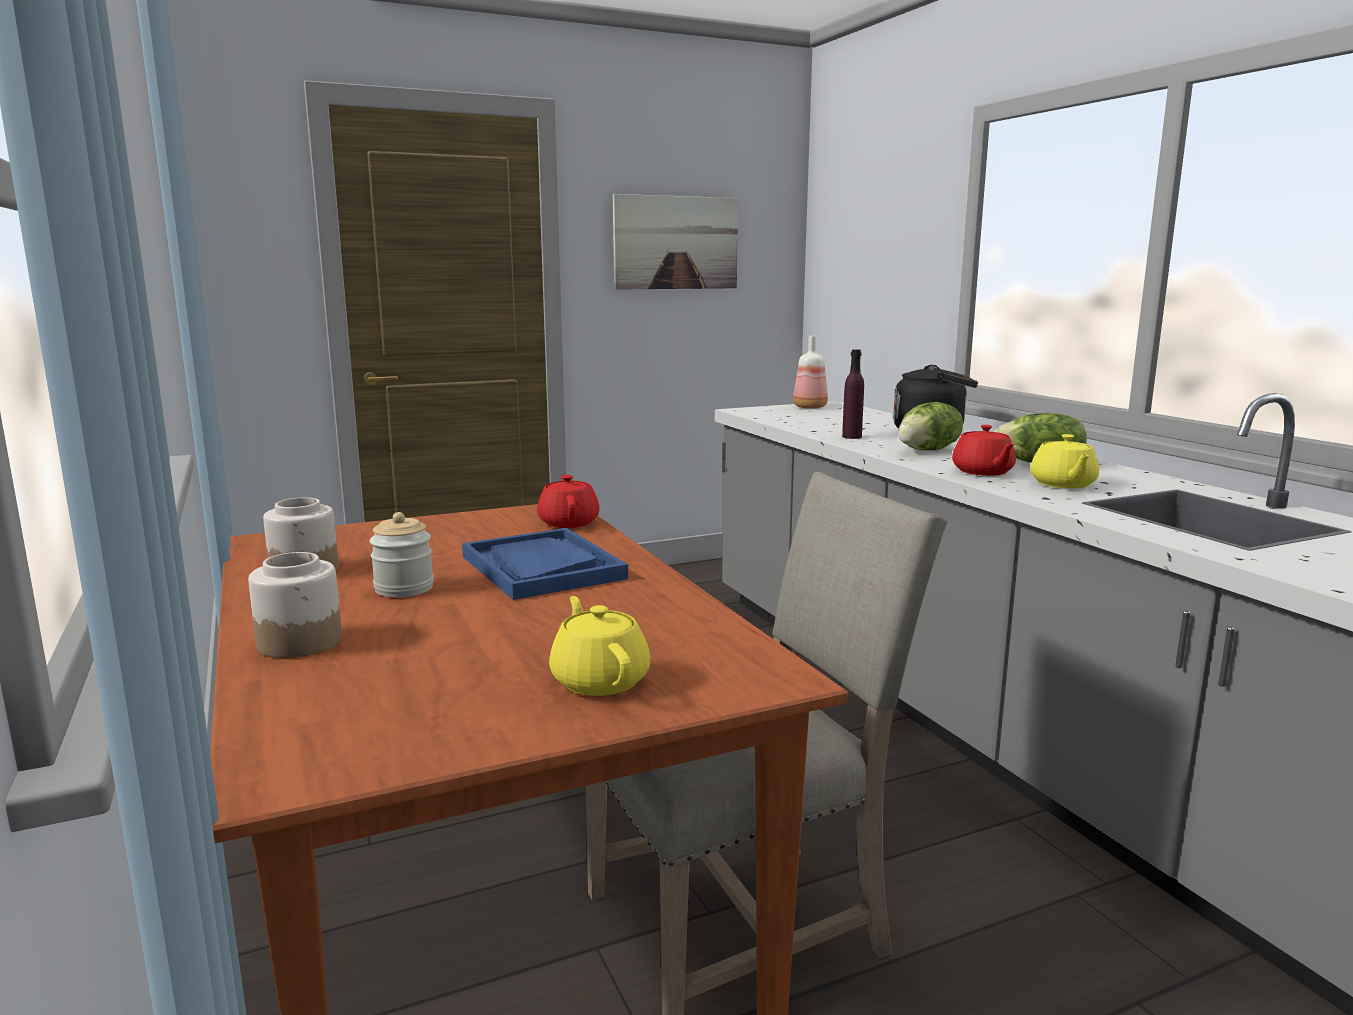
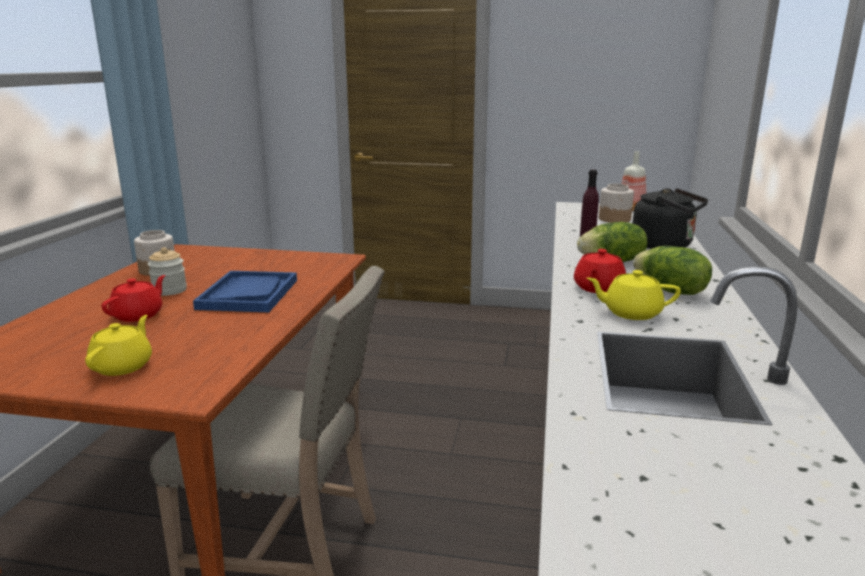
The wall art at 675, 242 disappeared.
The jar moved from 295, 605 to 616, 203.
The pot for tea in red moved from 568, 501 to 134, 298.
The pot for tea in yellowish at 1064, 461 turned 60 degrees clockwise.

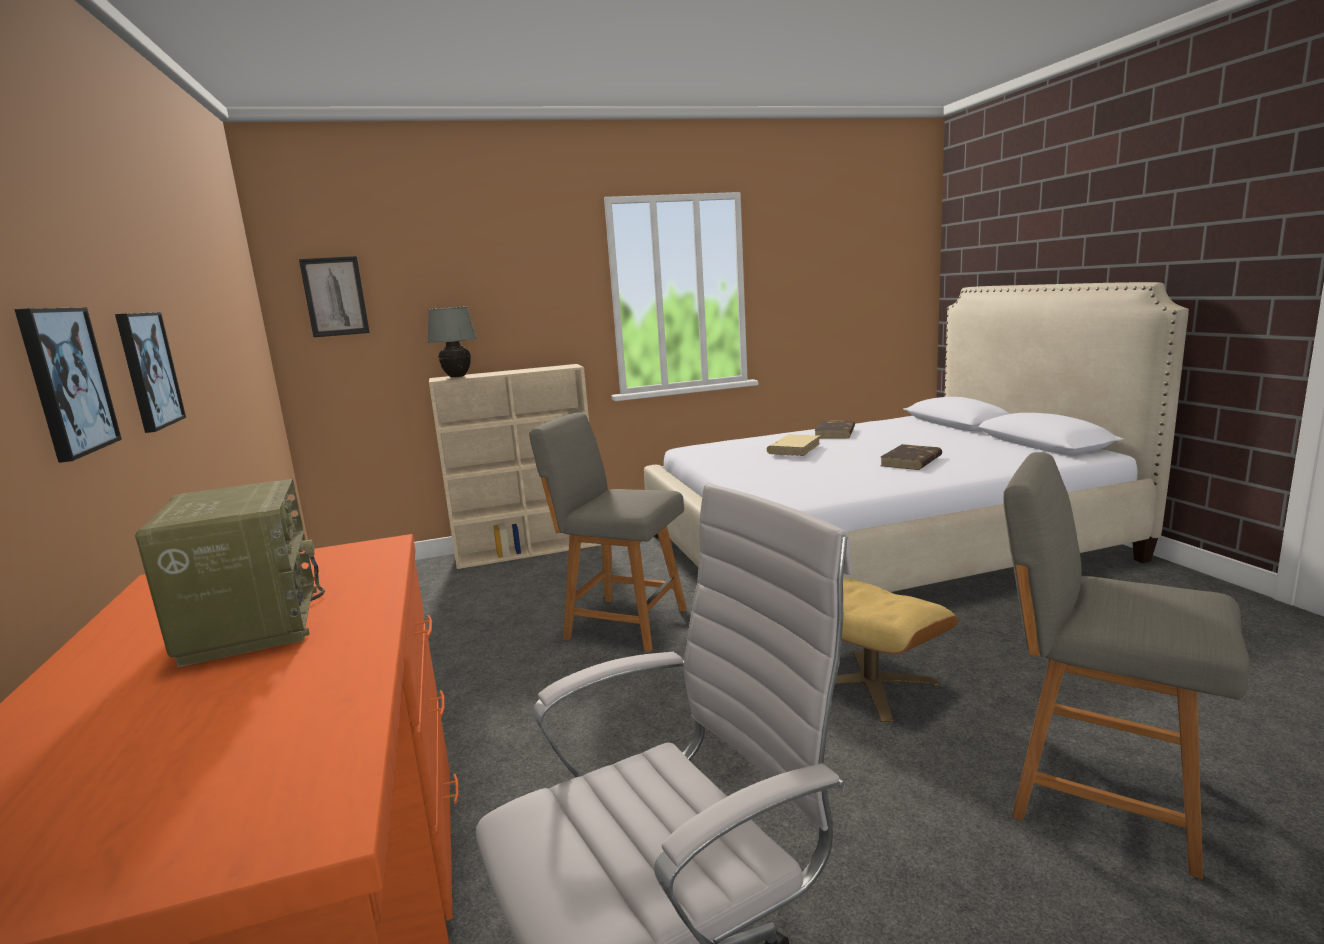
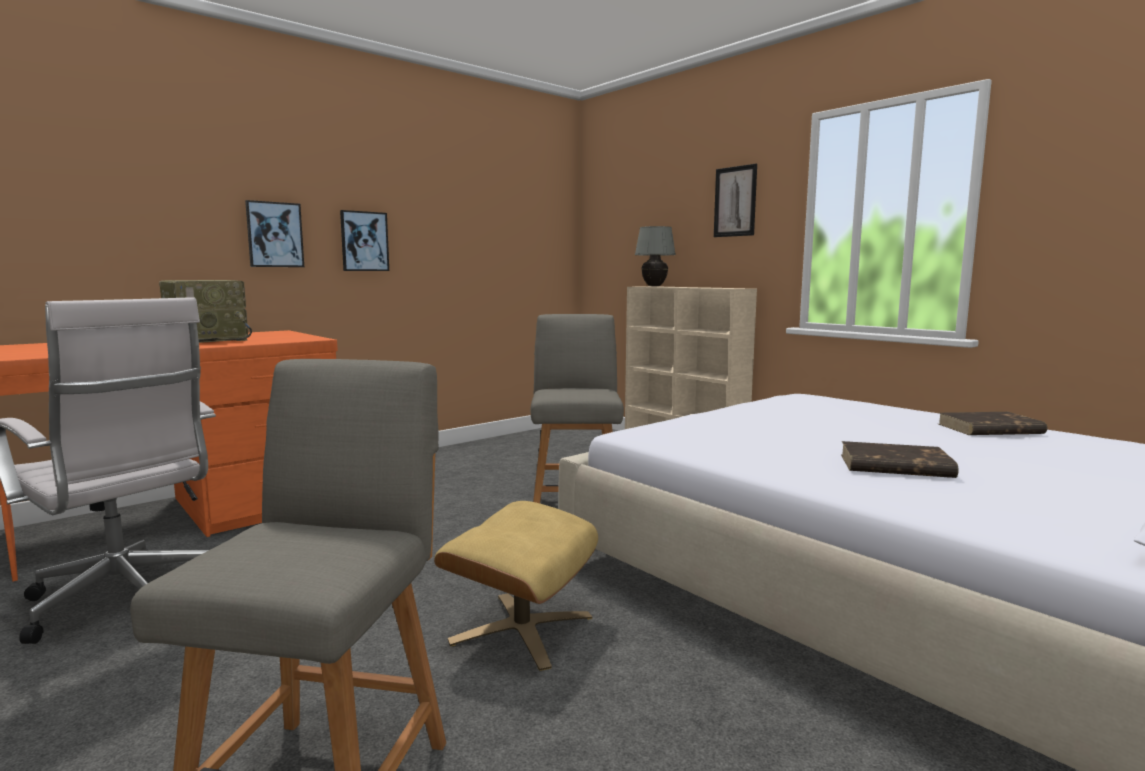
The volume in beige-coloured at 793, 445 disappeared.
The wall art moved from 334, 296 to 735, 200.

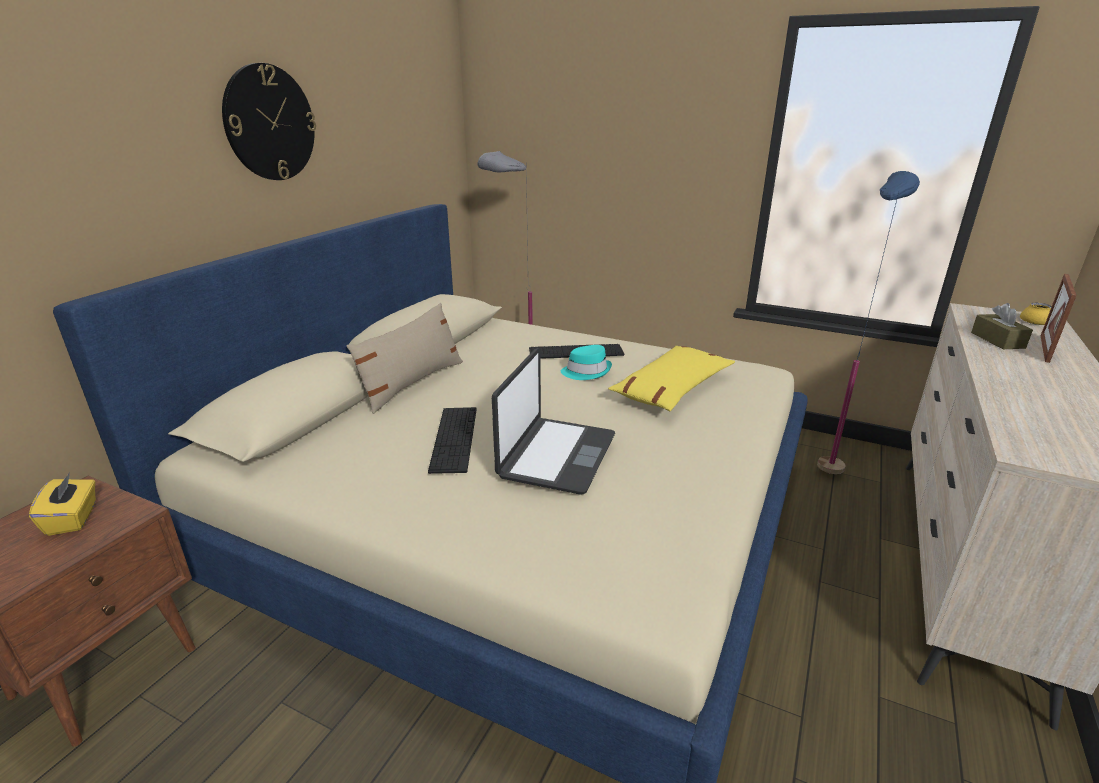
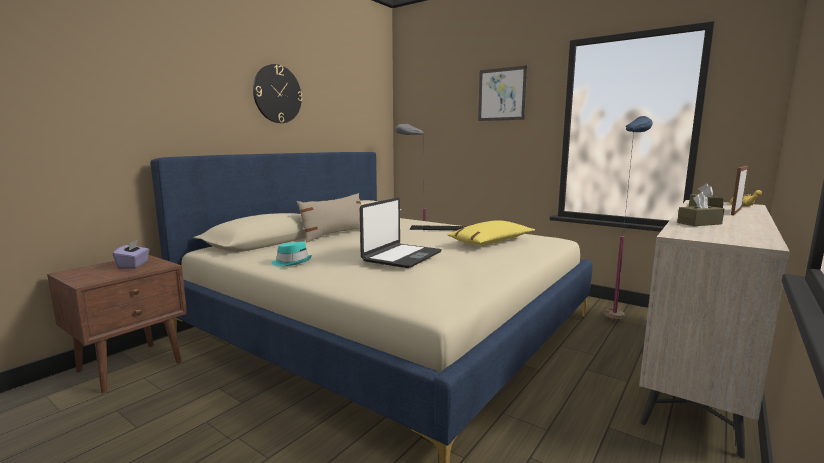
The keyboard at 452, 440 disappeared.
The wall art at 503, 93 appeared.
The box of tissues in brown at 700, 209 appeared.
The wearable hat in turquoise moved from 586, 362 to 292, 253.
The box of tissues in yellowish at 62, 504 became the box of tissues in purple at 131, 254.

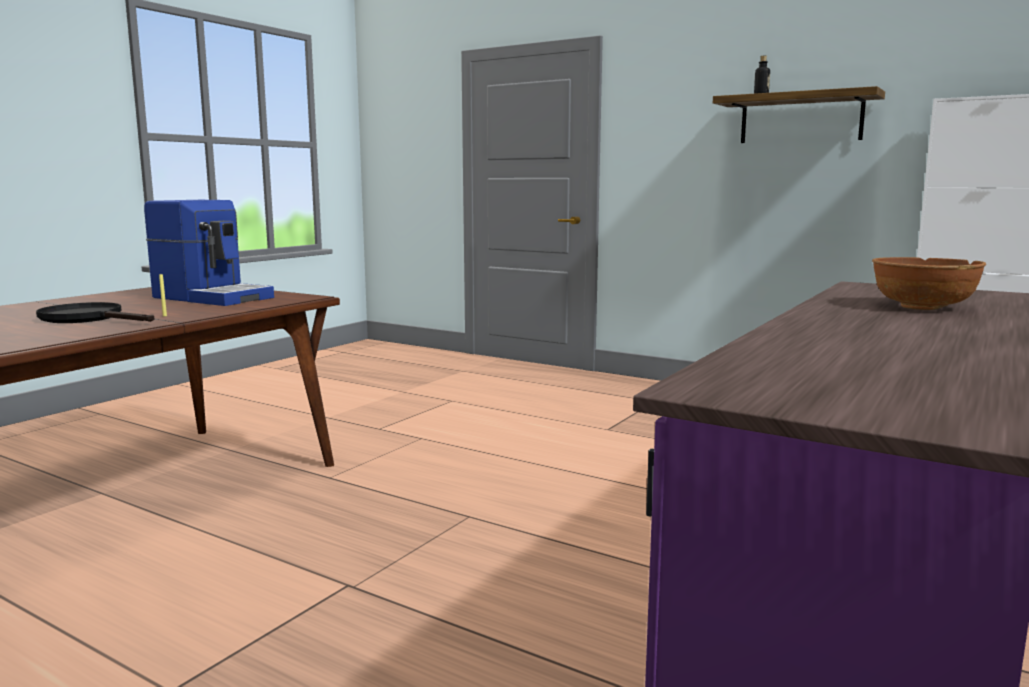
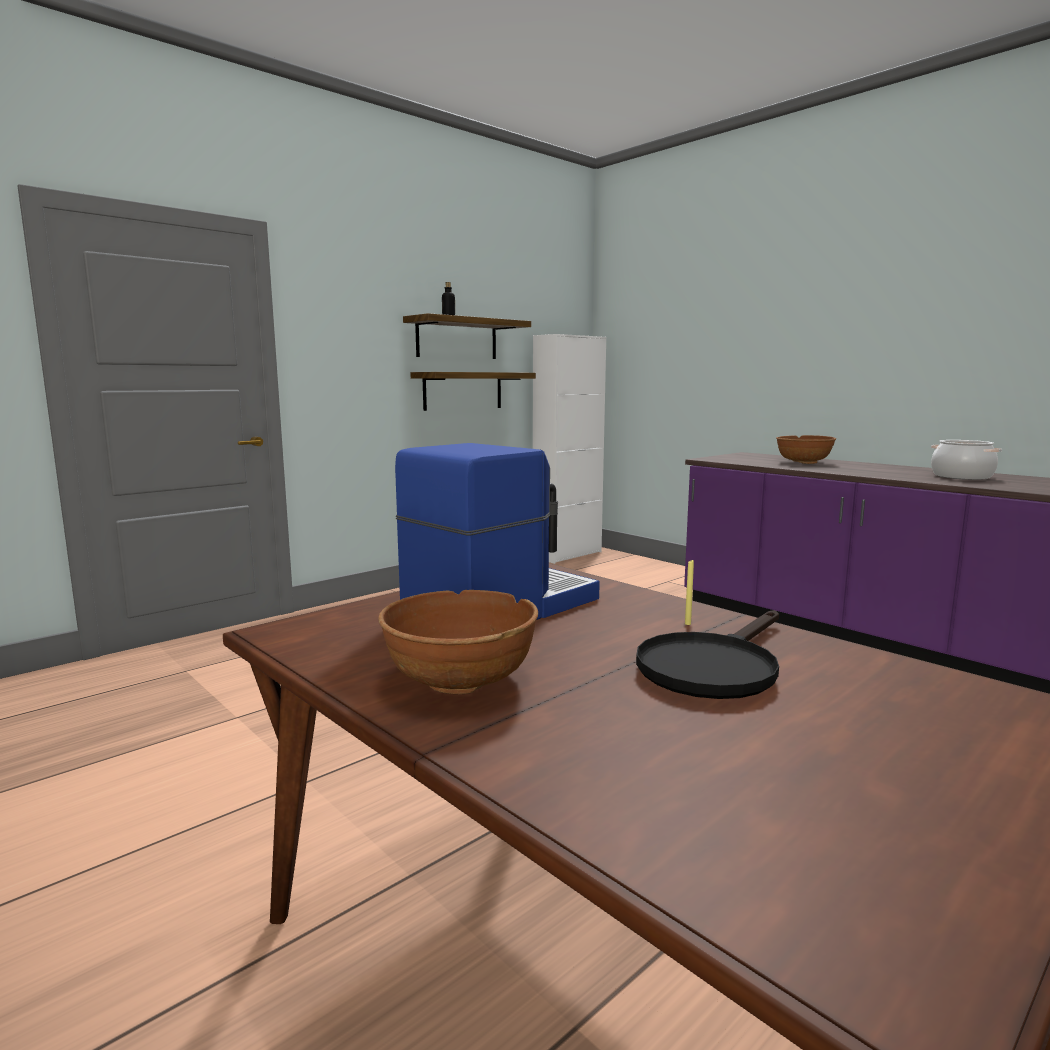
The deep dish in brown at 458, 642 appeared.
The shelf at 473, 391 appeared.
The stockpot at 966, 460 appeared.

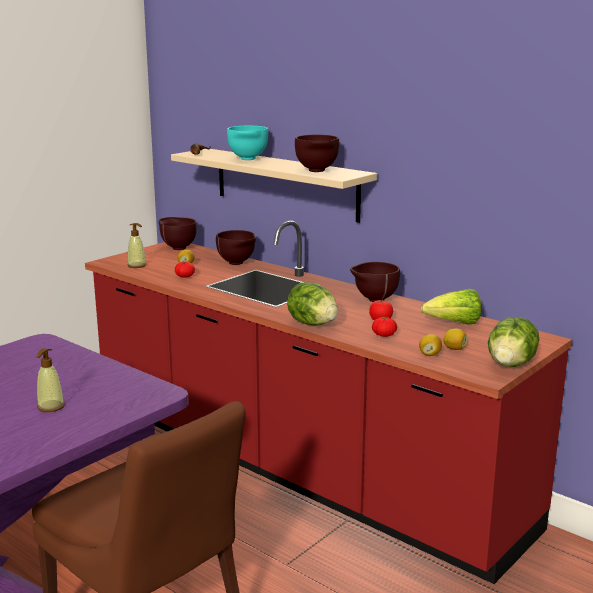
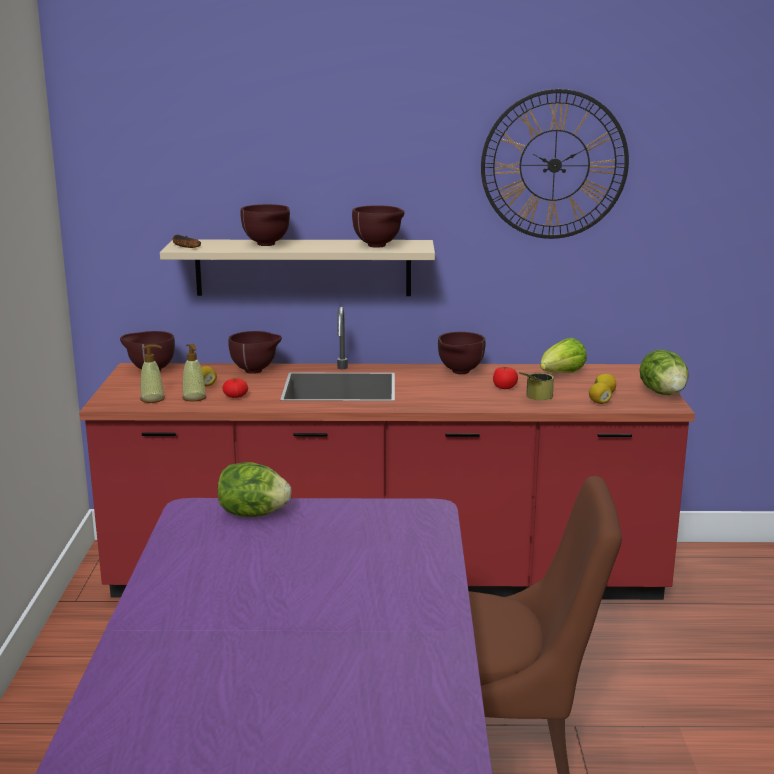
The wall clock at 555, 164 appeared.
The liquid soap bottle moved from 50, 380 to 194, 373.
The lettuce head moved from 312, 304 to 255, 489.
The tomato at 384, 327 was replaced by the can at 536, 386.
The deep dish in turquoise at 247, 143 became the deep dish in brown at 265, 225.

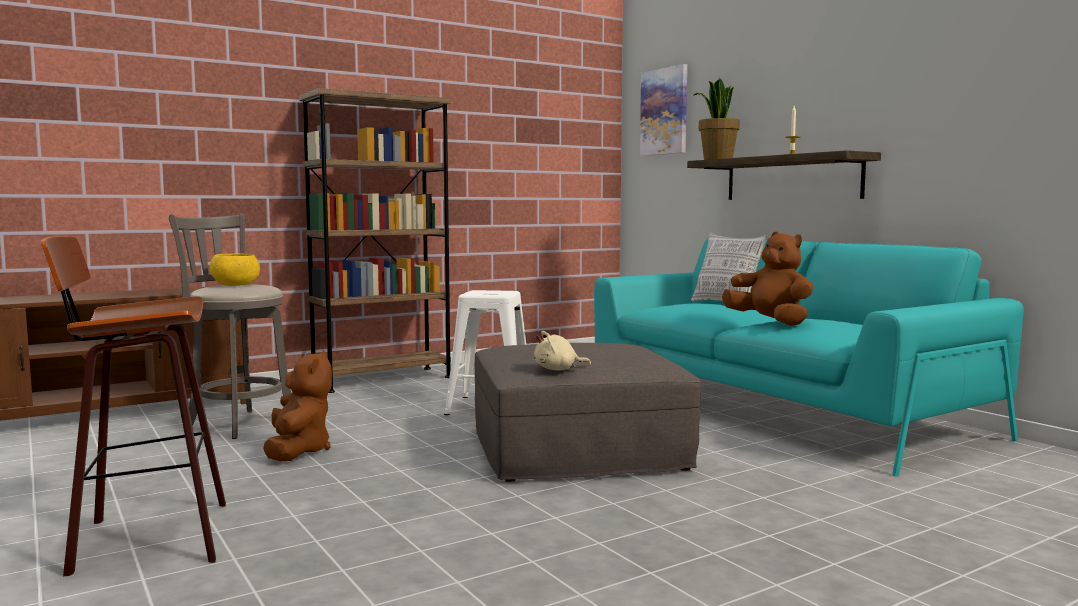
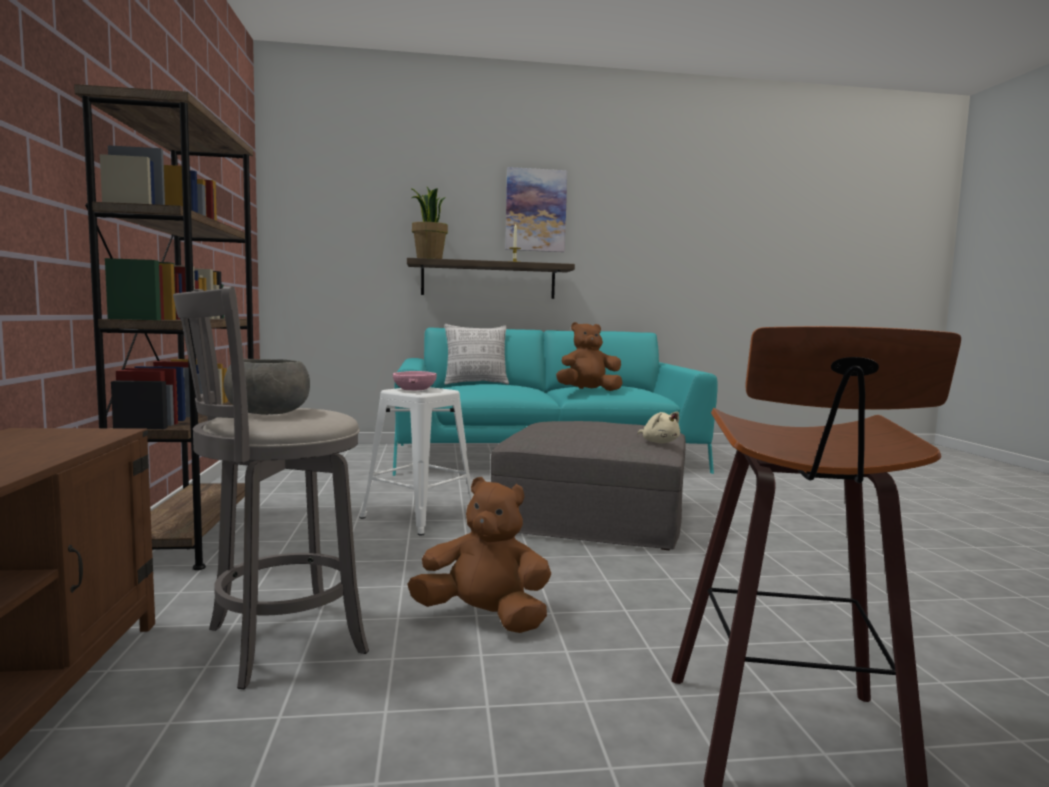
The deep dish in pinkish at 415, 380 appeared.
The wall art moved from 663, 110 to 536, 209.
The deep dish in yellowish at 235, 269 became the deep dish in gray at 267, 387.
The plush toy in beige-coloured at 562, 350 turned 45 degrees counterclockwise.

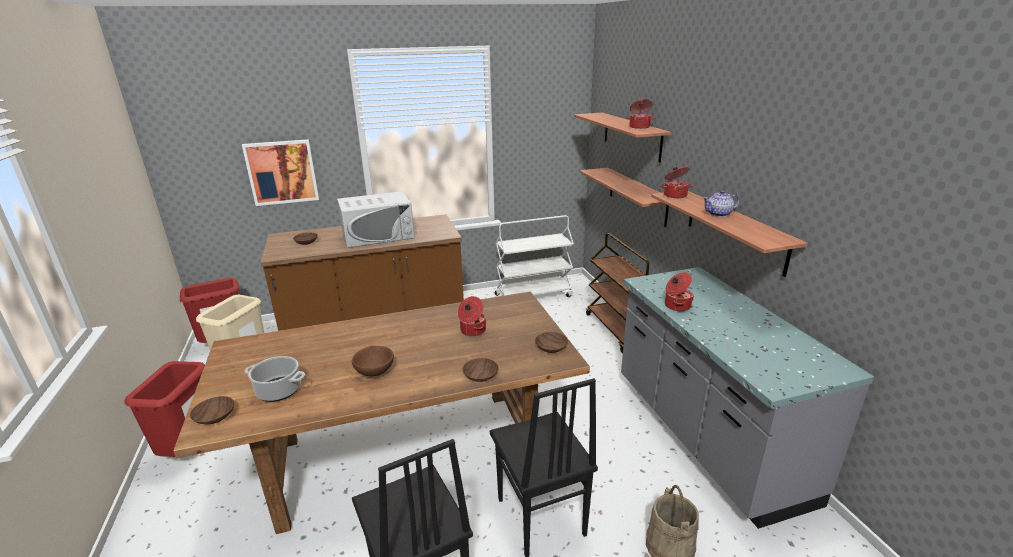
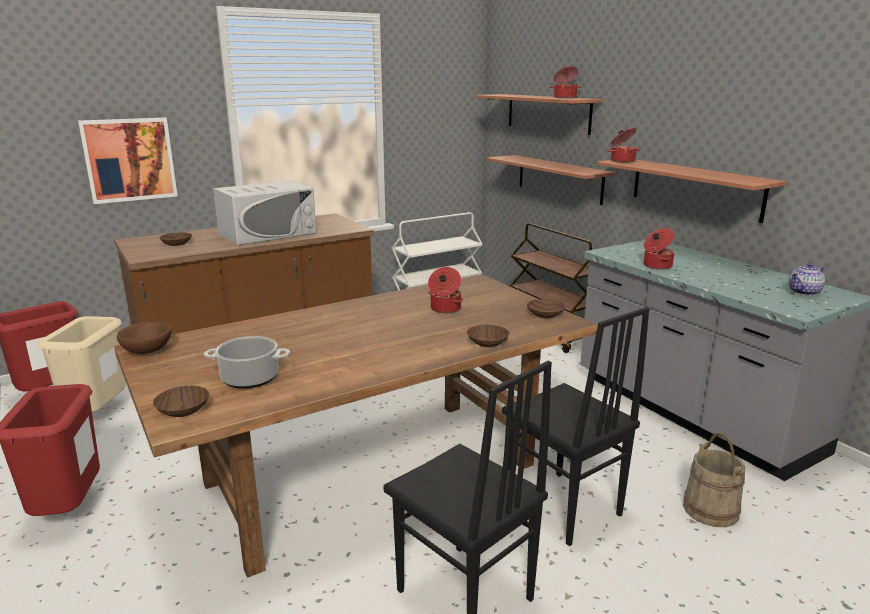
The deep dish in brown moved from 373, 361 to 144, 338.
The pot for tea moved from 721, 203 to 807, 279.

